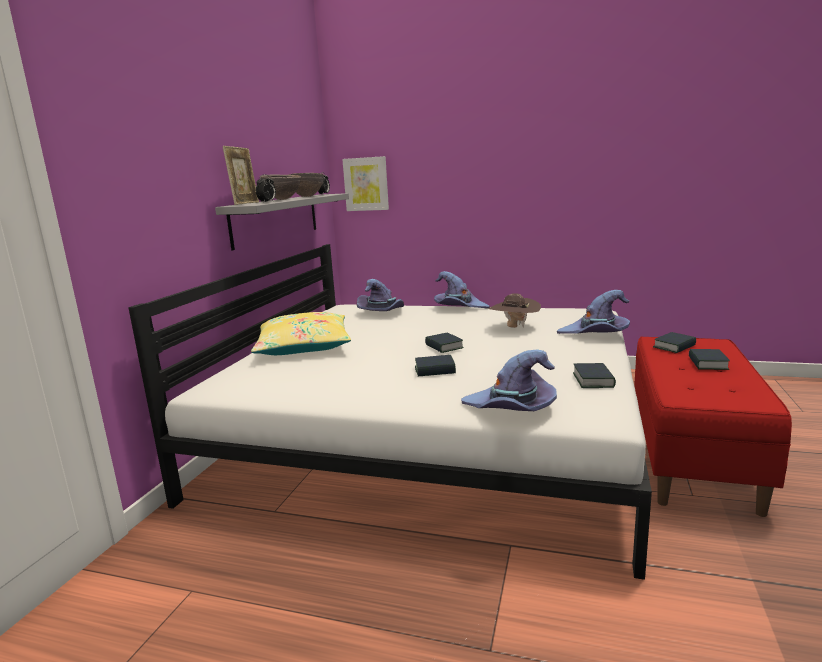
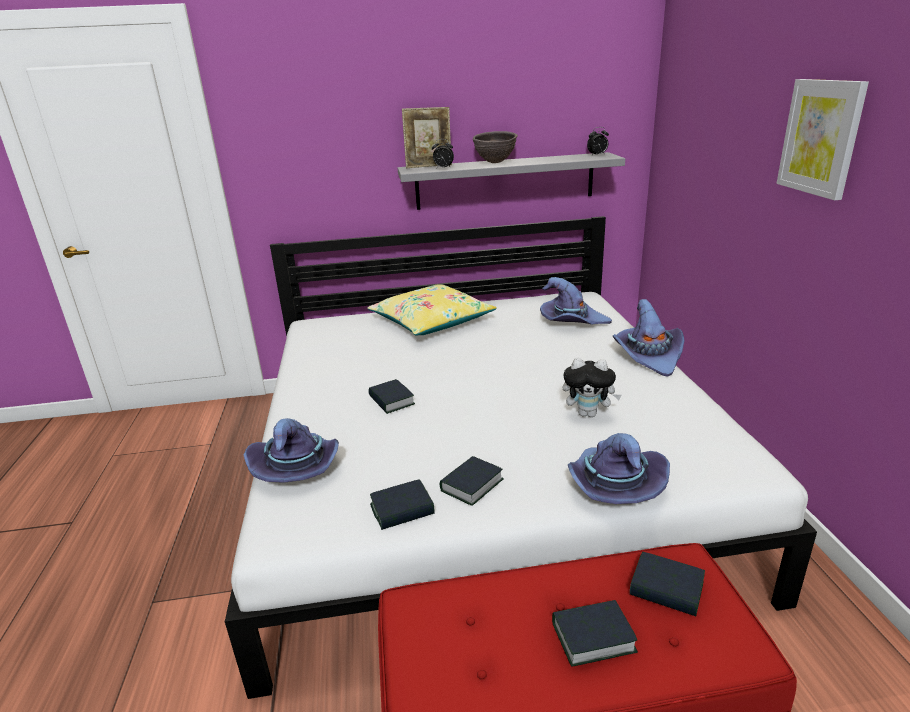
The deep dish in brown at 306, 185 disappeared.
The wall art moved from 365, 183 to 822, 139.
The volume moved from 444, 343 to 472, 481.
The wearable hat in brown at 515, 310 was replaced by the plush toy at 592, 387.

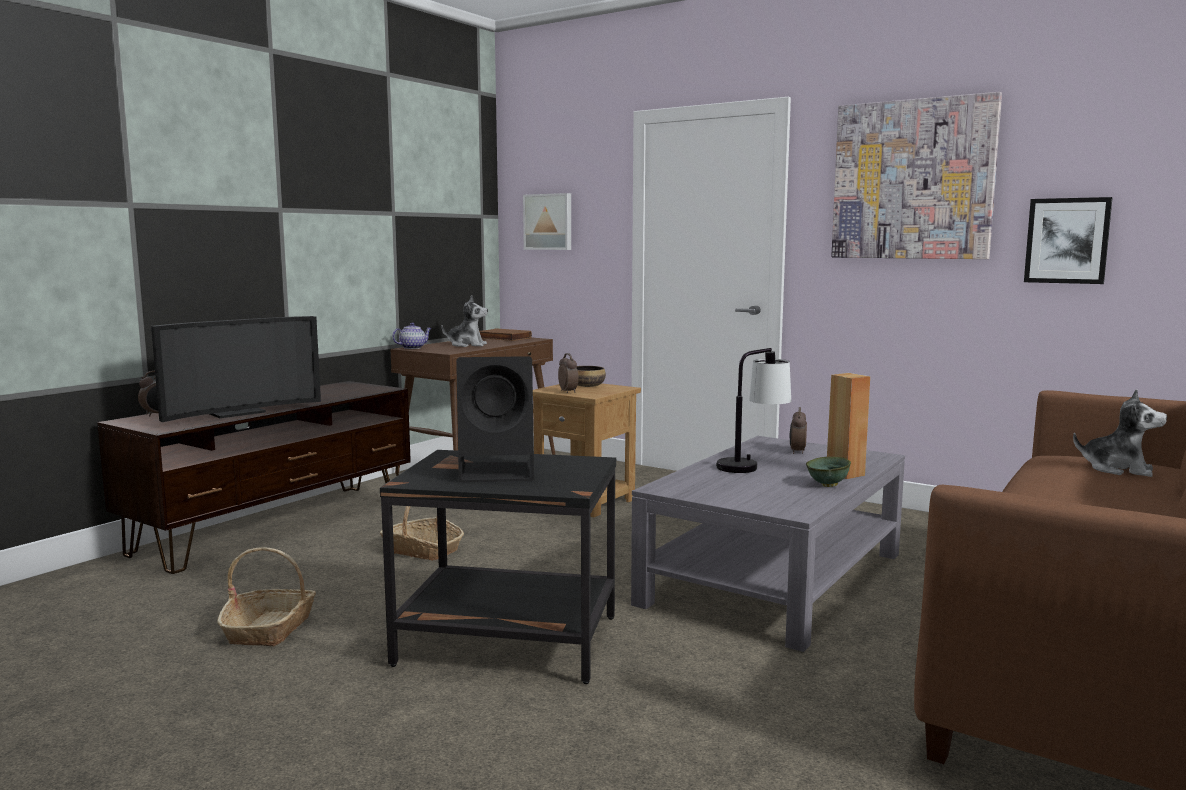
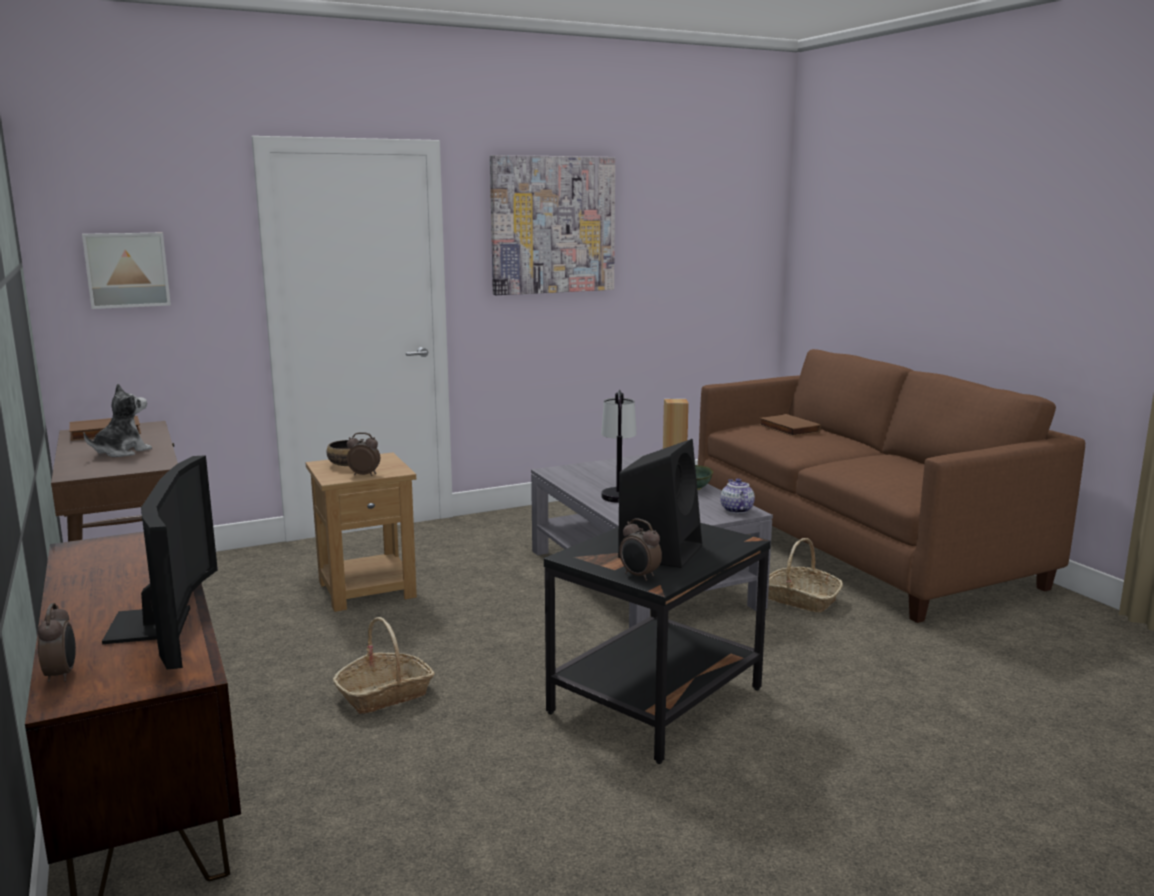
The wall art at 1068, 240 disappeared.
The storage basket moved from 266, 597 to 805, 575.
The pot for tea moved from 412, 336 to 738, 495.
The bedside clock moved from 798, 430 to 640, 549.
The plush toy at 1120, 433 was replaced by the volume in brown at 790, 425.

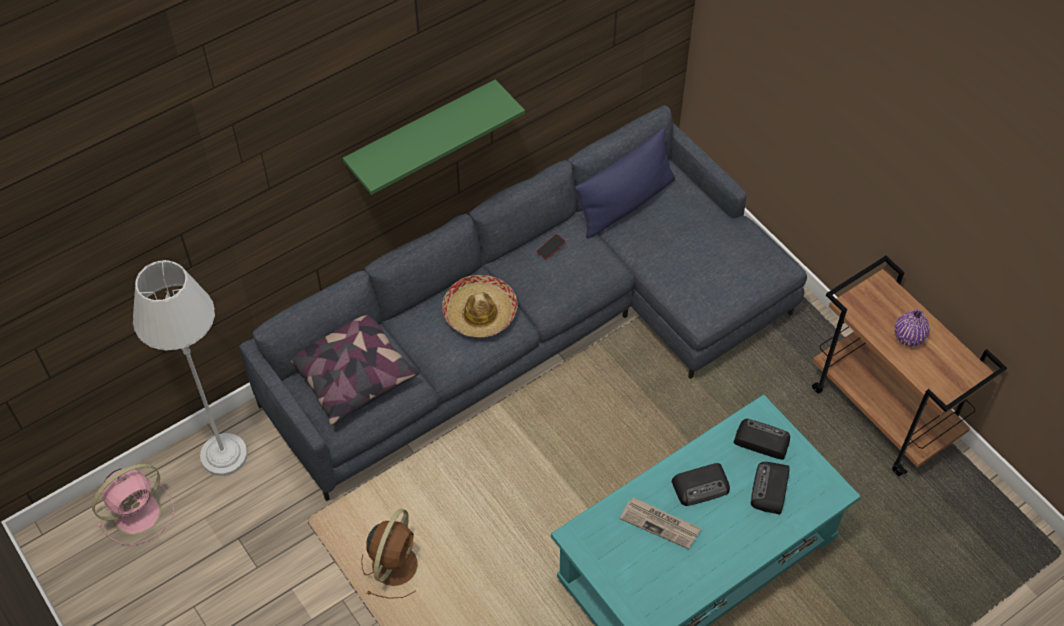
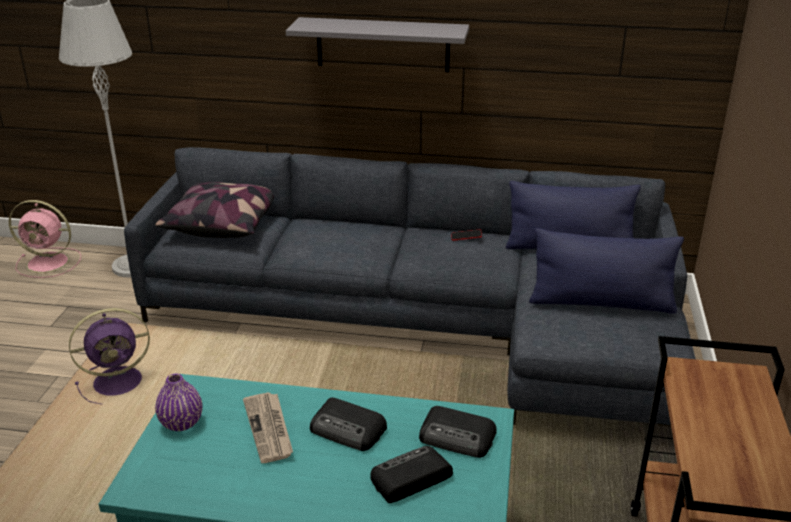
The wearable hat at 480, 306 disappeared.
The pillow in bluish at 606, 271 appeared.
The vase in purple moved from 912, 328 to 178, 402.
The shelf in green at 434, 137 became the shelf in gray at 377, 44.
The cooling fan in brown at 389, 554 became the cooling fan in purple at 109, 356.
The radio at 761, 439 turned 135 degrees clockwise.

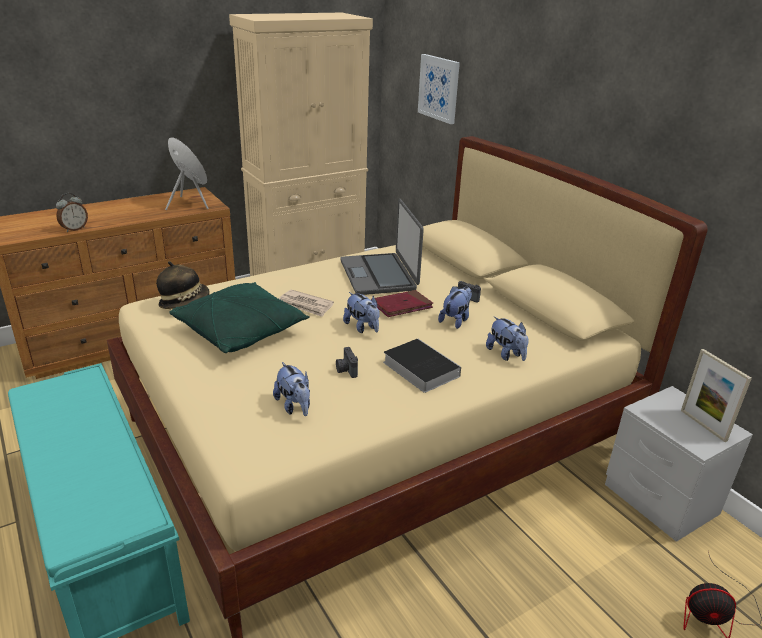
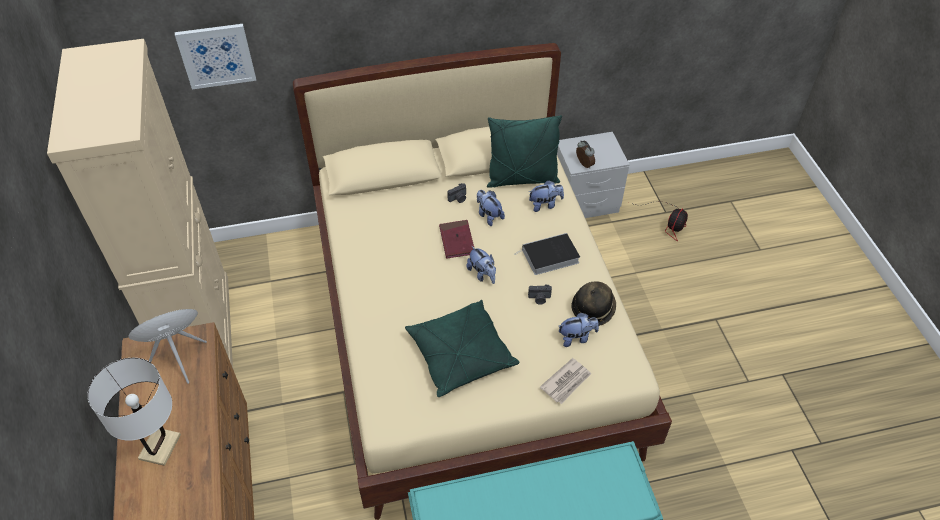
The laptop at 382, 247 disappeared.
The standing frame at 716, 395 disappeared.
The tabletop lamp in white-coloured at 134, 412 appeared.
The pillow in green at 524, 151 appeared.
The bedside clock moved from 72, 212 to 585, 155.
The wearable hat moved from 183, 285 to 593, 303.
The daily paper moved from 306, 303 to 565, 381.
The plush toy at 361, 312 turned 75 degrees clockwise.

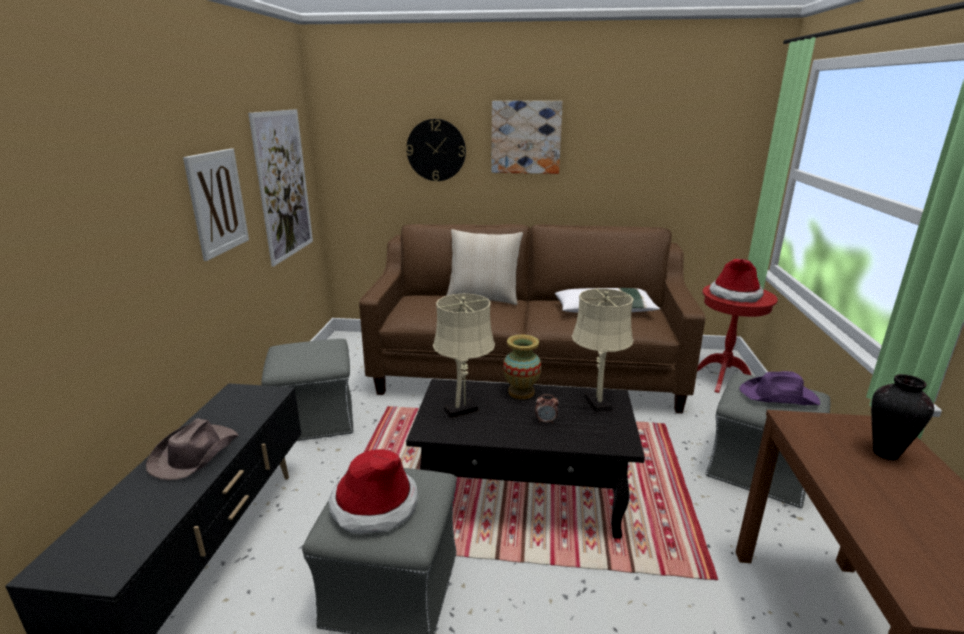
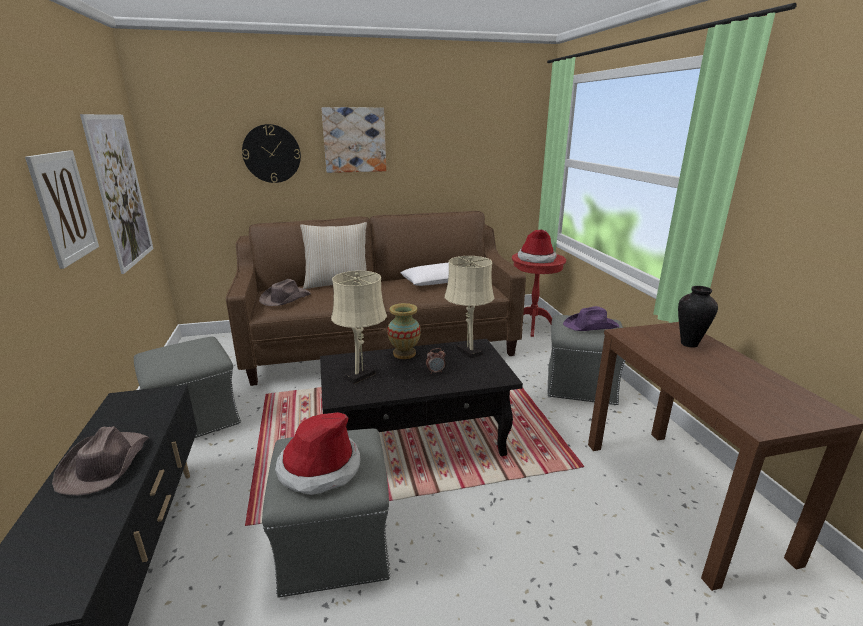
The wearable hat in brown at 285, 292 appeared.

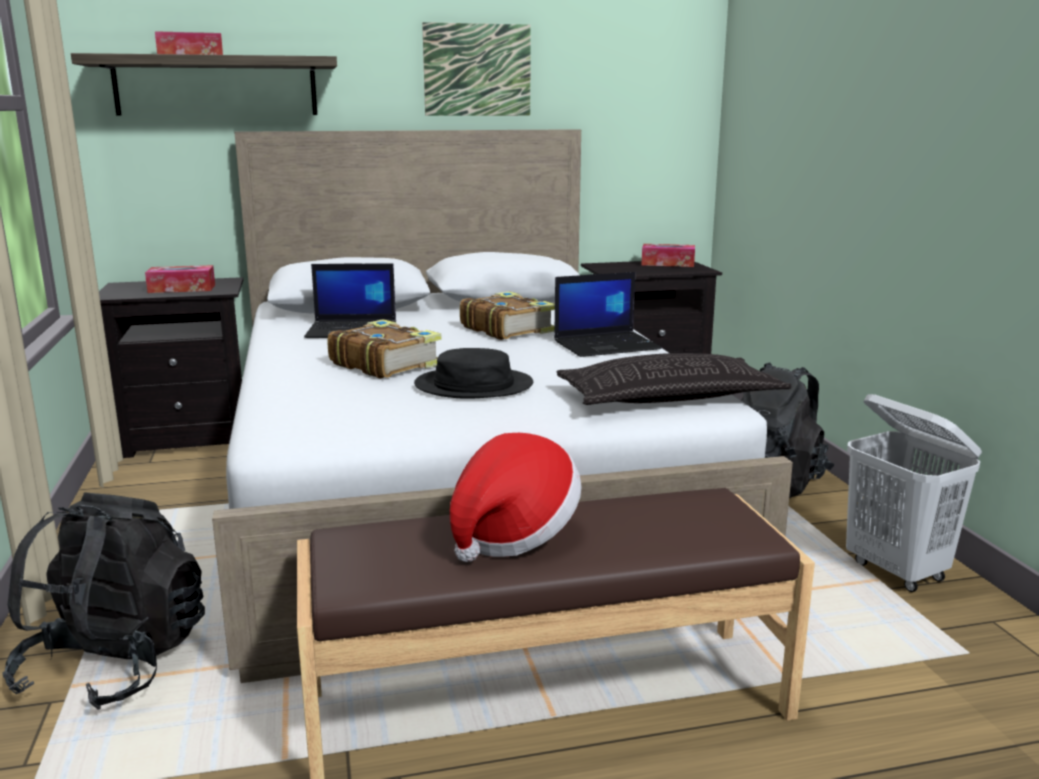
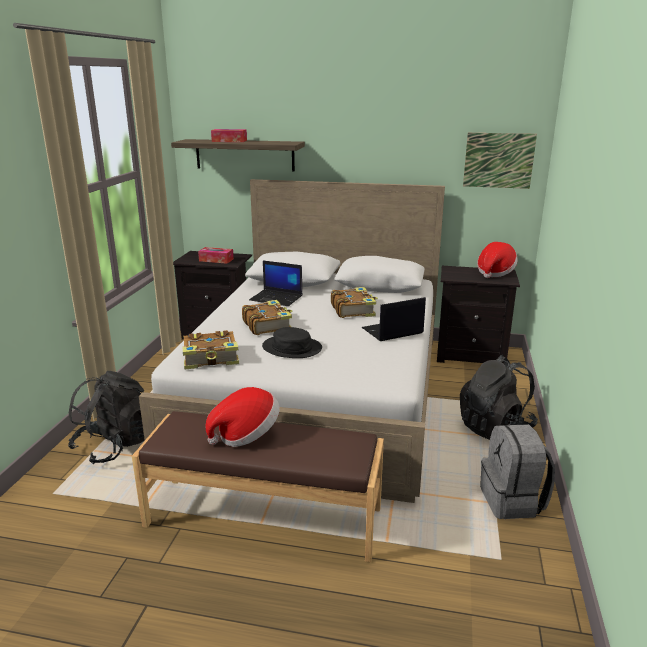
The pillow at 674, 379 disappeared.
The volume at 211, 350 appeared.
The wall art moved from 476, 69 to 500, 161.
The box of tissues at 668, 255 was replaced by the wearable hat at 497, 260.
The laundry basket in white-coloured at 914, 493 was replaced by the knapsack in gray at 517, 471.
The laptop at 608, 314 turned 150 degrees clockwise.

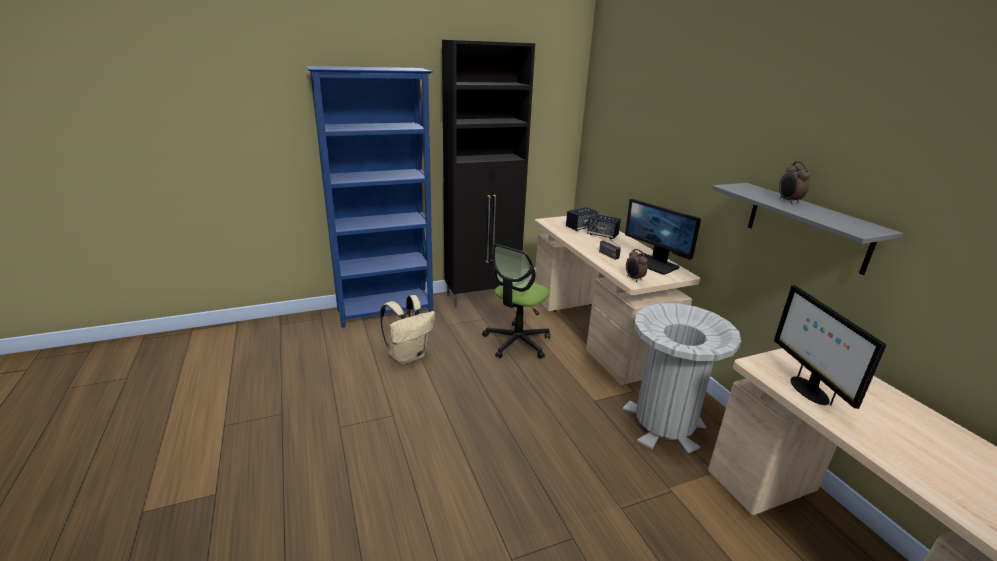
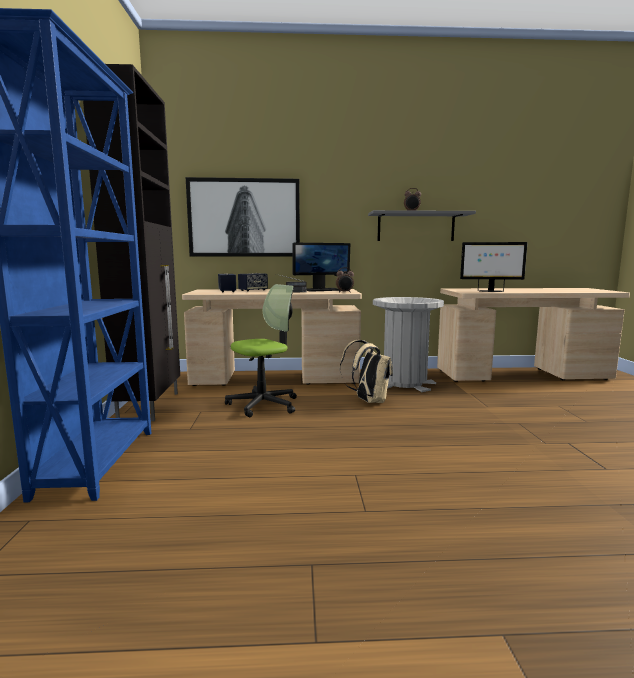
The wall art at 243, 216 appeared.
The knapsack in beige-coloured moved from 407, 329 to 366, 371.
The computer chair at 516, 301 turned 90 degrees counterclockwise.

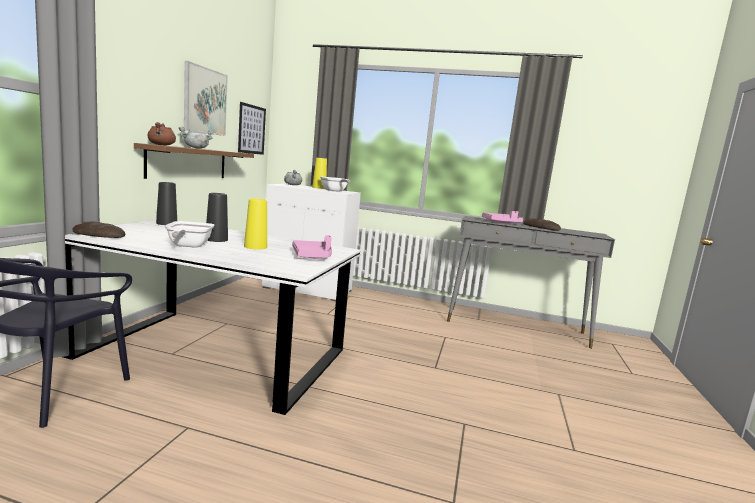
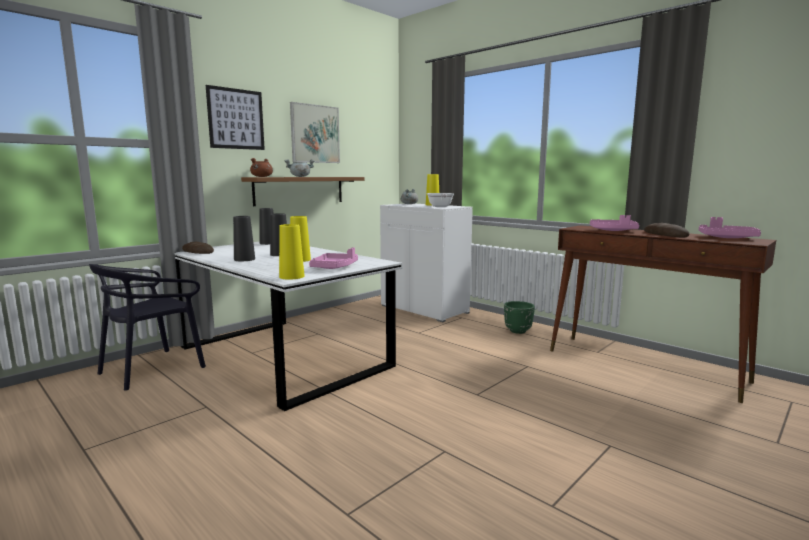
The vase in yellowish at 291, 251 appeared.
The flower pot in green at 519, 317 appeared.
The carrying tray in pinkish at 730, 227 appeared.
The wall art moved from 252, 128 to 235, 117.
The pan at 189, 234 was replaced by the vase in blackish at 244, 238.
The console table in gray at 531, 282 became the console table in brown at 663, 314.

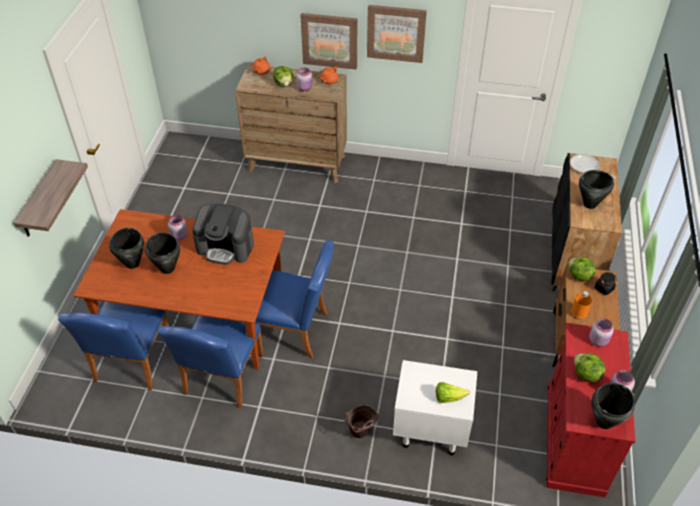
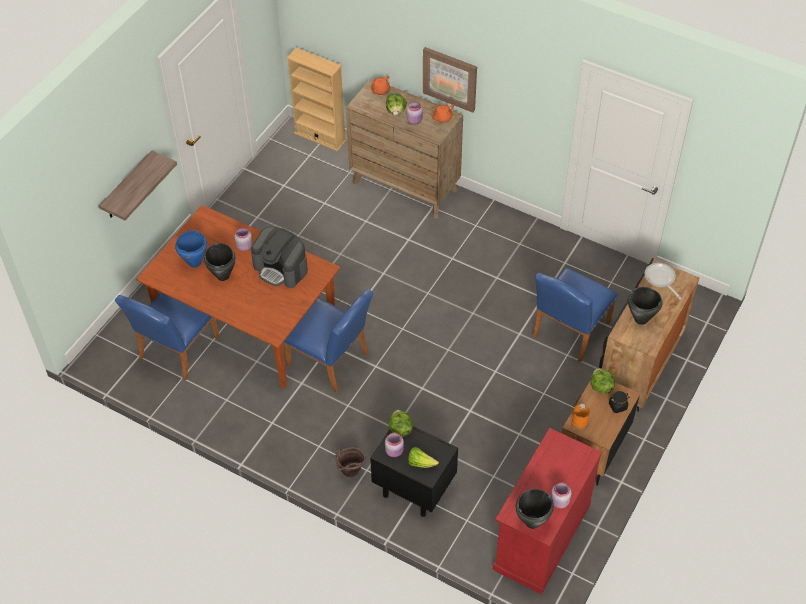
The wall art at 397, 34 disappeared.
The bookcase in beige-coloured at 316, 99 appeared.
The plain chair in bluish moved from 210, 361 to 575, 315.
The lettuce head moved from 590, 367 to 401, 423.
The jar in pinkish moved from 601, 332 to 394, 445.
The stockpot in blackish at 126, 248 became the stockpot in bluish at 191, 249.
The nightstand in white-coloured at 435, 407 became the nightstand in blackish at 414, 471.

